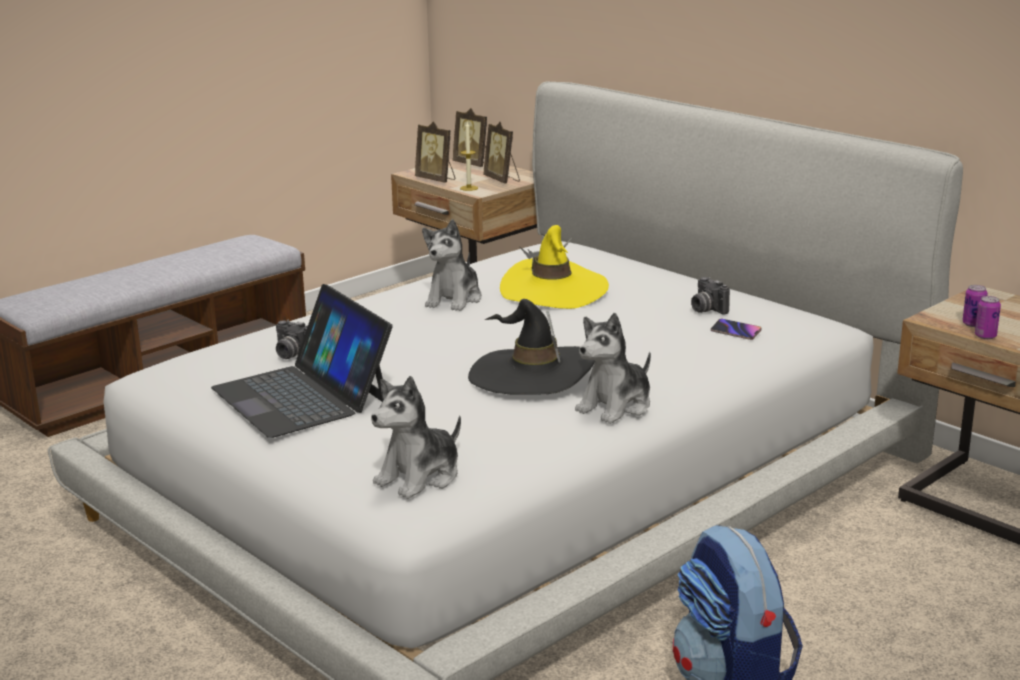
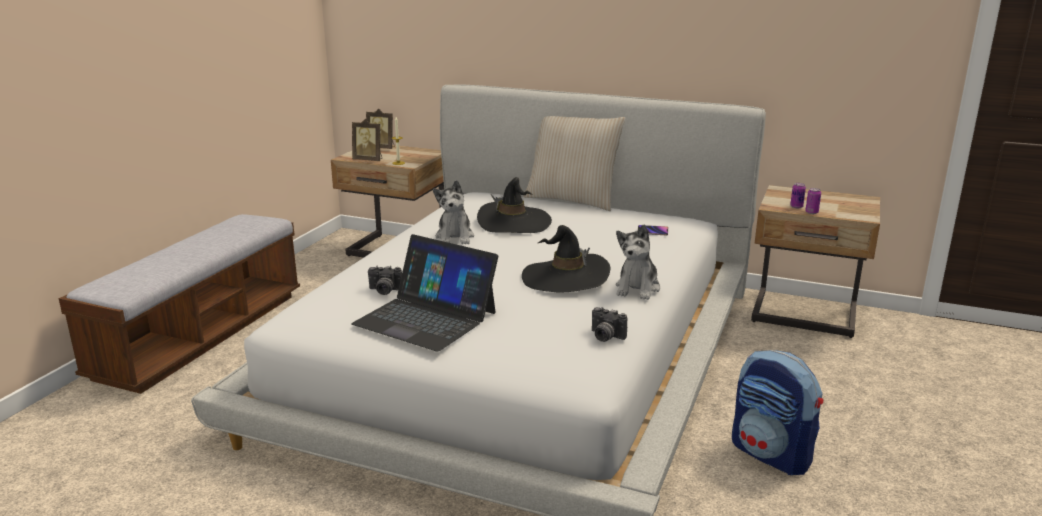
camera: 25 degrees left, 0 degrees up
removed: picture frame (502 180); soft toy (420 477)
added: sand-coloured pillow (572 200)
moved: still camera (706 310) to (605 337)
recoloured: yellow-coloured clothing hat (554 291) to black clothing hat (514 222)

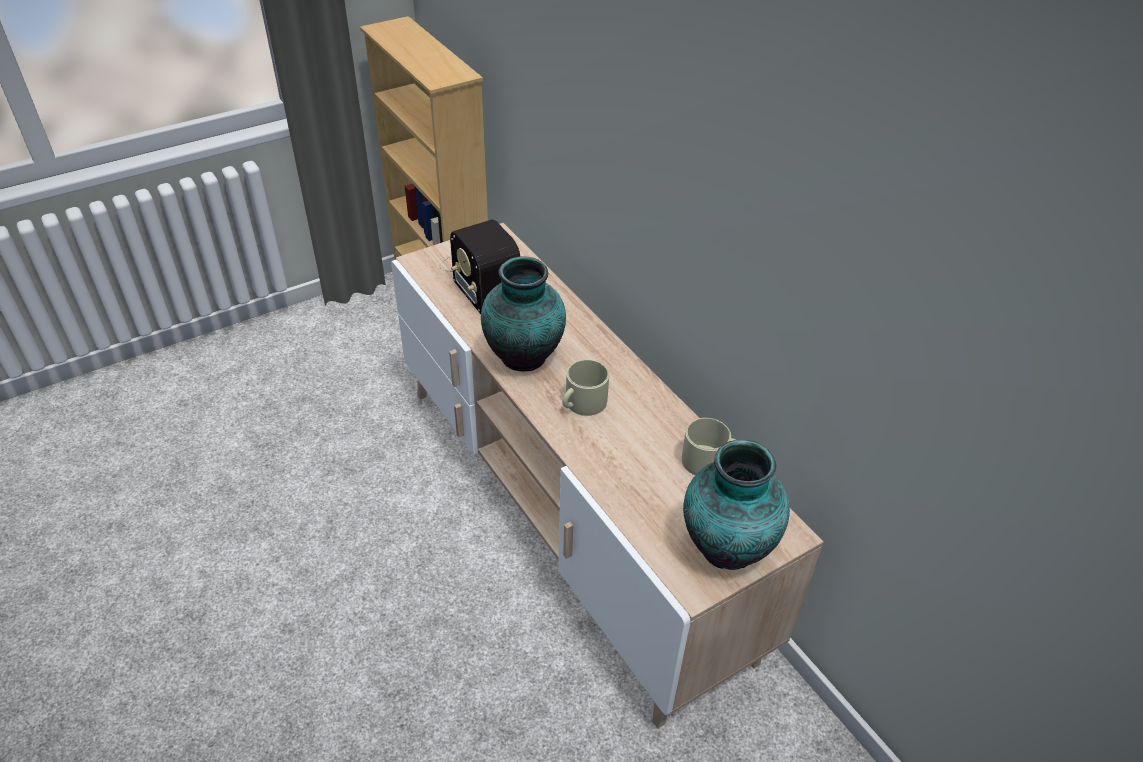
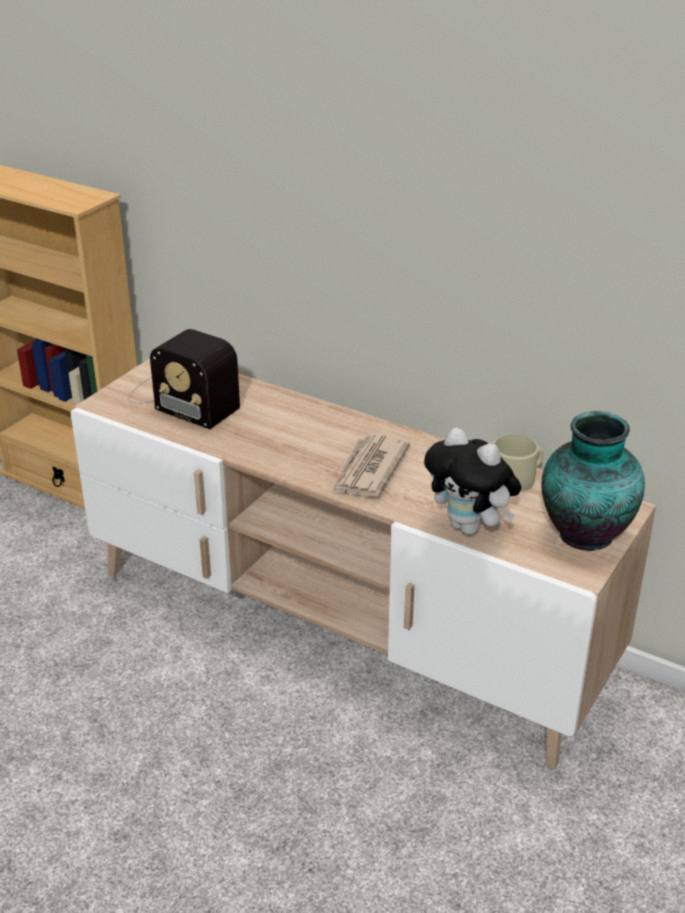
camera: 25 degrees left, 10 degrees down
removed: decorative vase (525 358)
added: soft toy (470 528)
replaced: sand-coloured coffee mug (582 403) to printed paper (368 470)

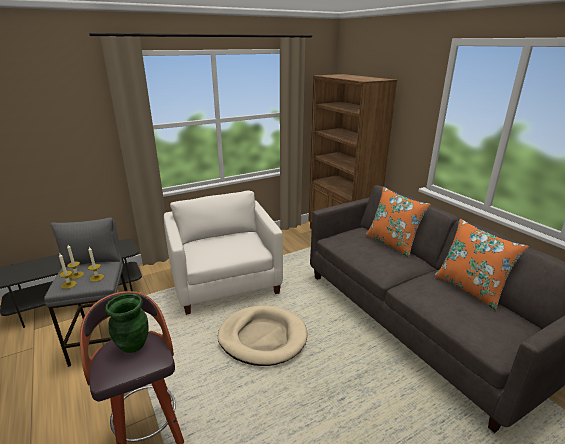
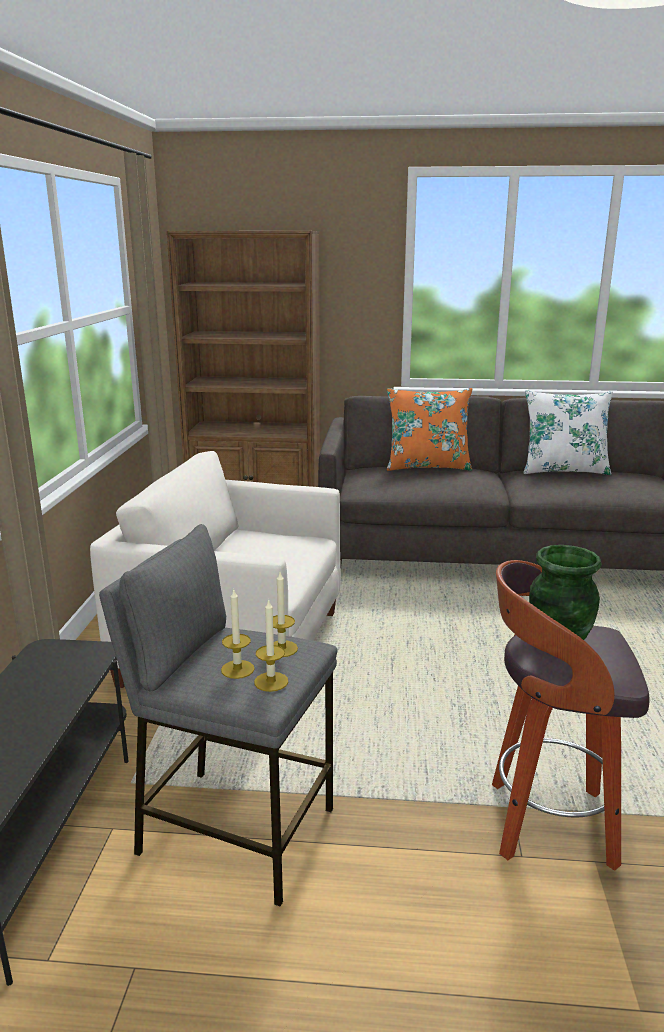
camera: 55 degrees left, 5 degrees down
removed: sand-coloured dog cushion (262 337)
recoloured: orange-coloured pillow (470 288) to white-coloured pillow (563 470)

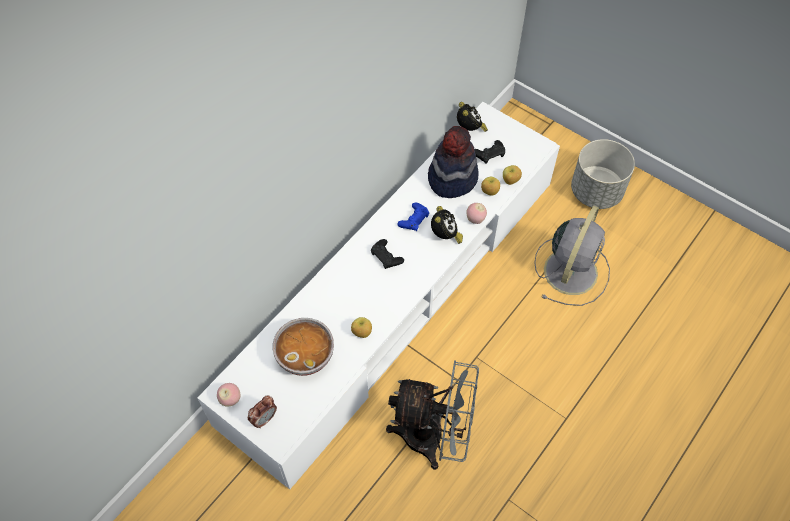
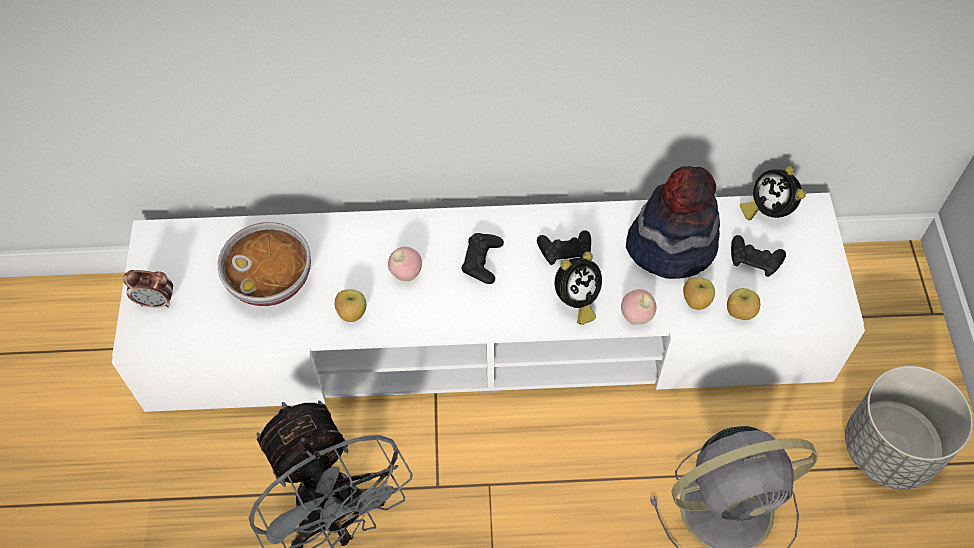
camera: 50 degrees right, 0 degrees up
moved: apple fruit (230 399) to (406 273)
recoloured: blue game controller (414 220) to black game controller (565 250)
turned: table clock (470 129) = (768 210) 120 degrees clockwise

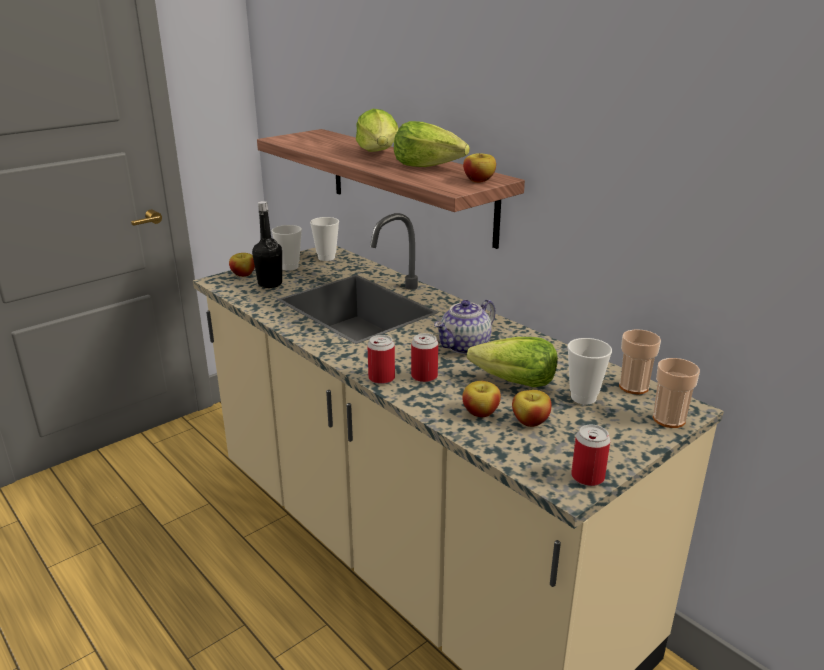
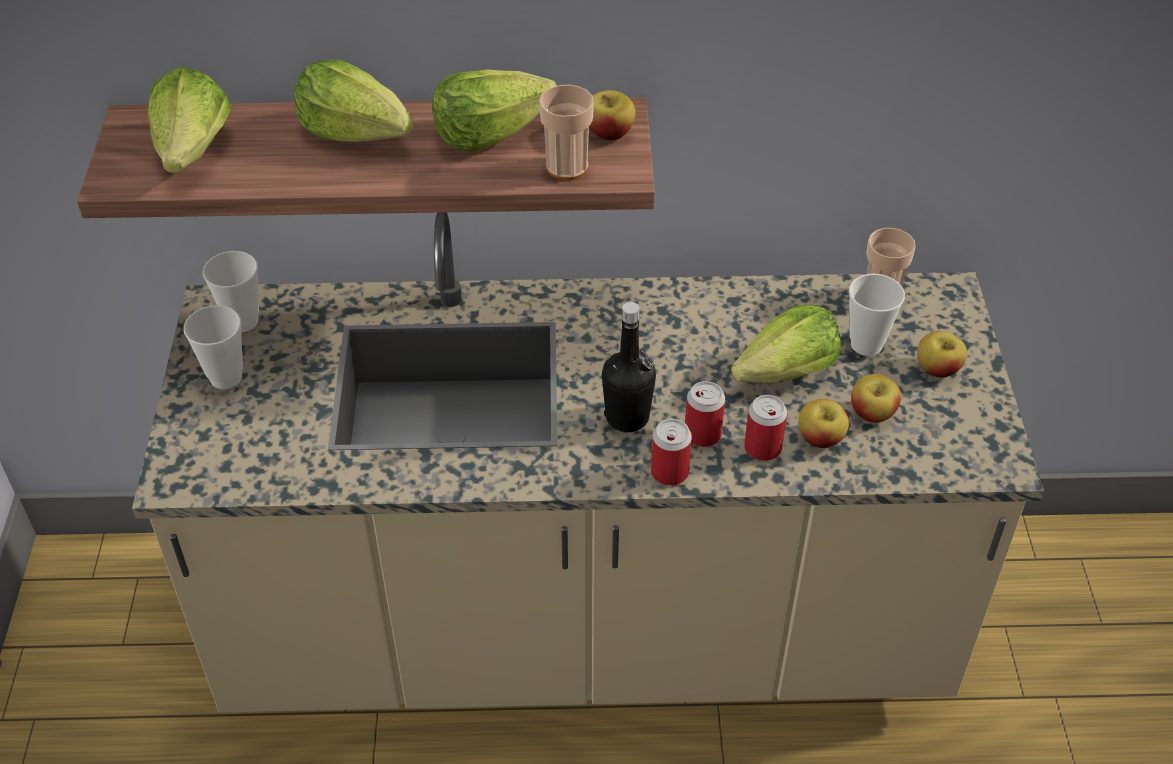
camera: 50 degrees left, 20 degrees up
removed: tea pot (465 346)
added: lettuce head (193 150)
moved: black bottle (270 284) to (627 417); apple fruit (243 274) to (937 369); cup (668 419) to (567 167); sealed can (587 477) to (762 448)

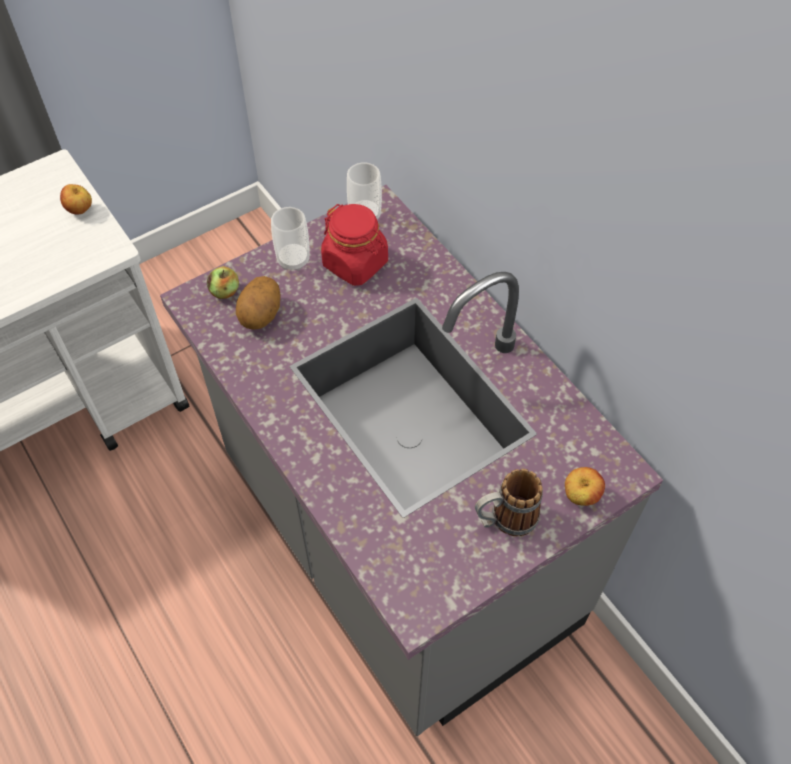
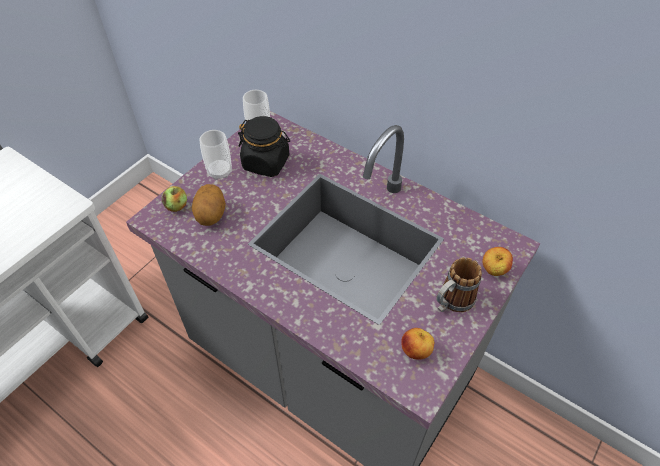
camera: 20 degrees left, 5 degrees down
moved: apple fruit (80 210) to (416 351)
recoloured: red-coloured storage jar (356 263) to black storage jar (266 163)

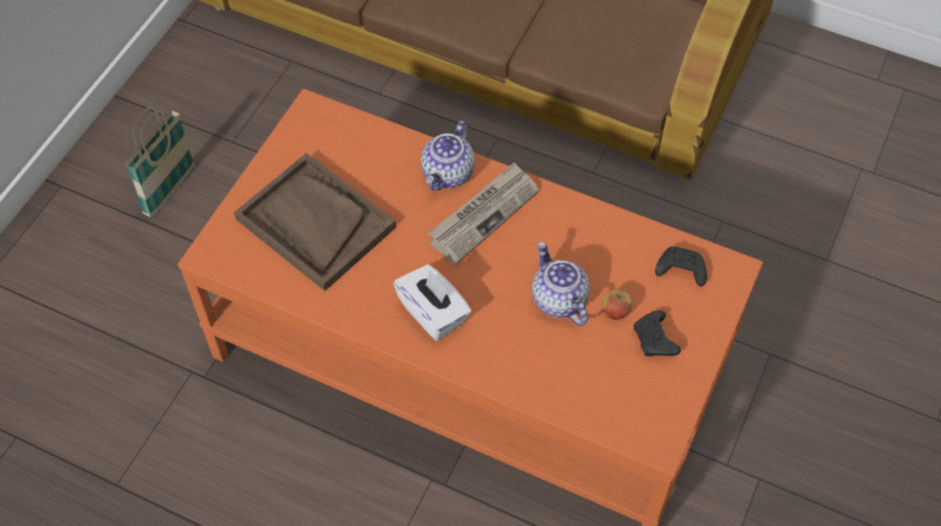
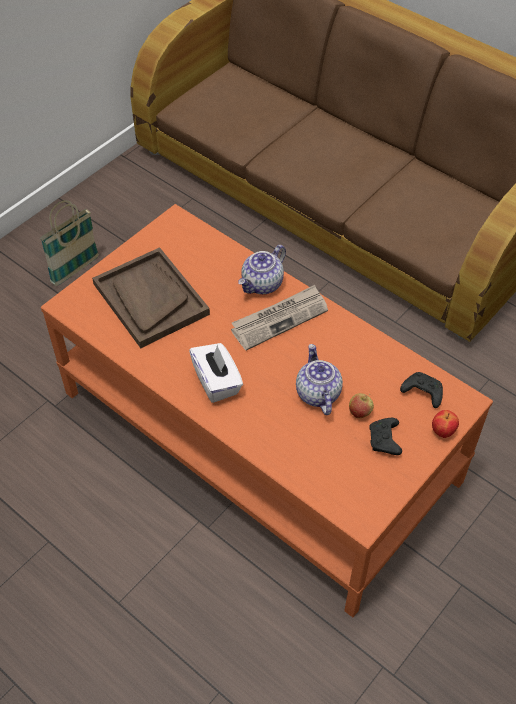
camera: 15 degrees right, 5 degrees down
added: apple fruit (442 432)

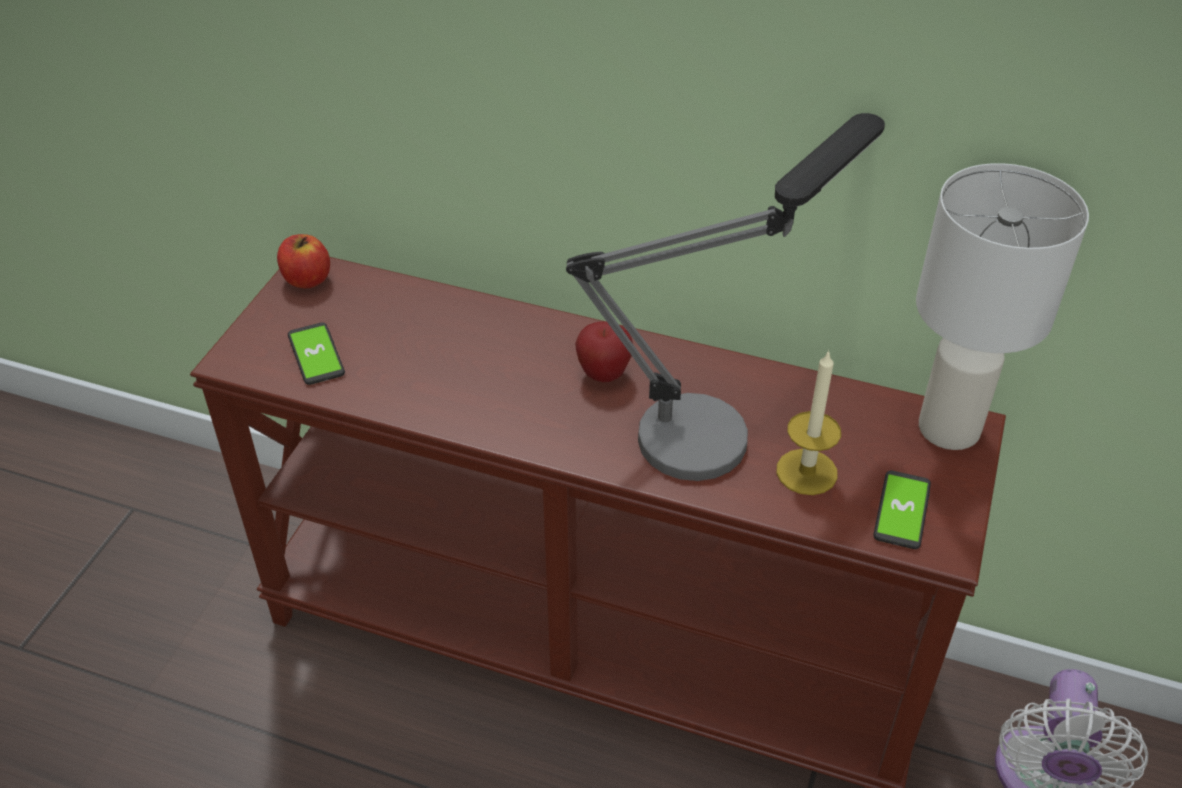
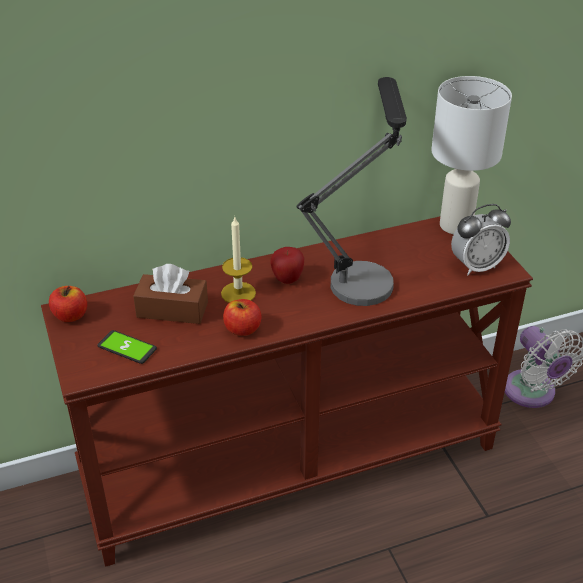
camera: 40 degrees left, 5 degrees down
added: brown-coloured box of tissues (172 309); apple fruit (242 329)
moved: wax candle (806 472) to (238 293)
replaced: handset (902 510) to table clock (476 266)

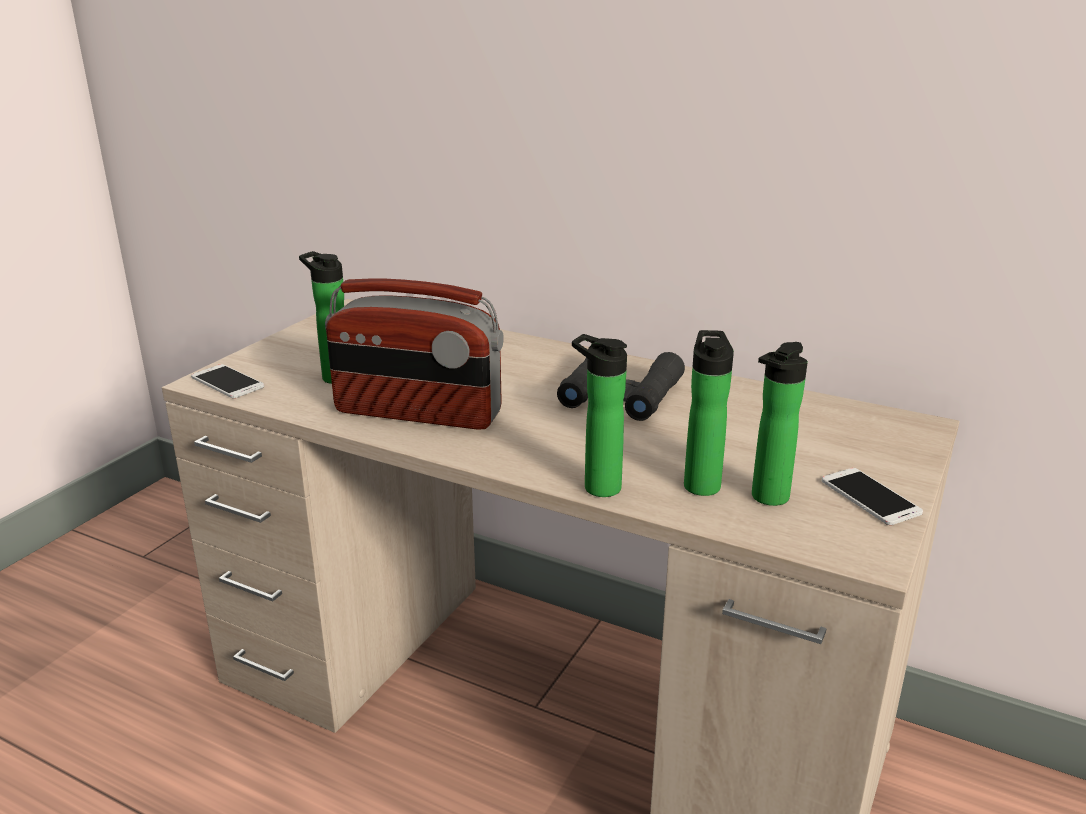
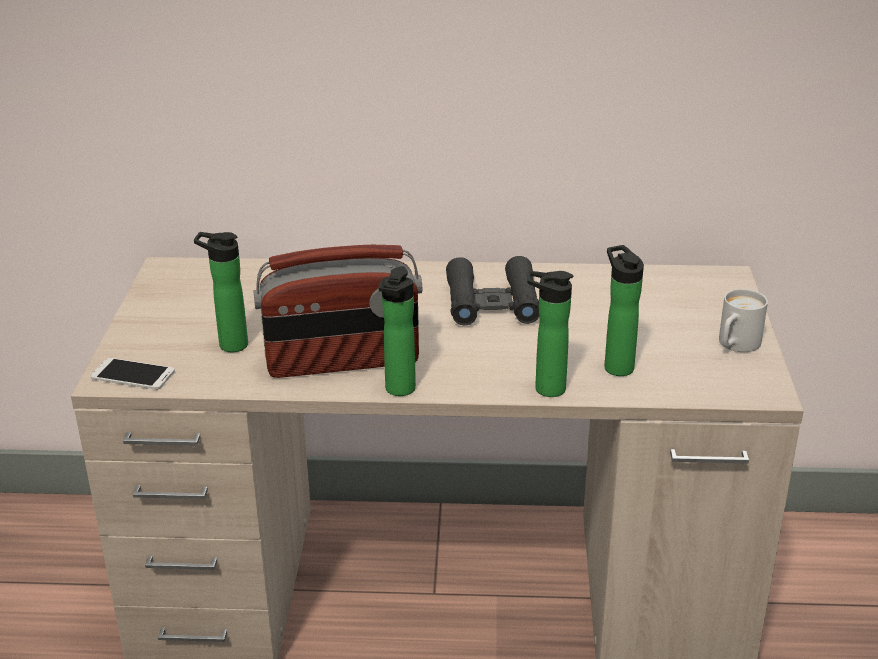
camera: 25 degrees left, 5 degrees up
moved: bottle (766 499) to (398 391)
replaced: handset (870 497) to white-coloured coffee mug (735 345)

